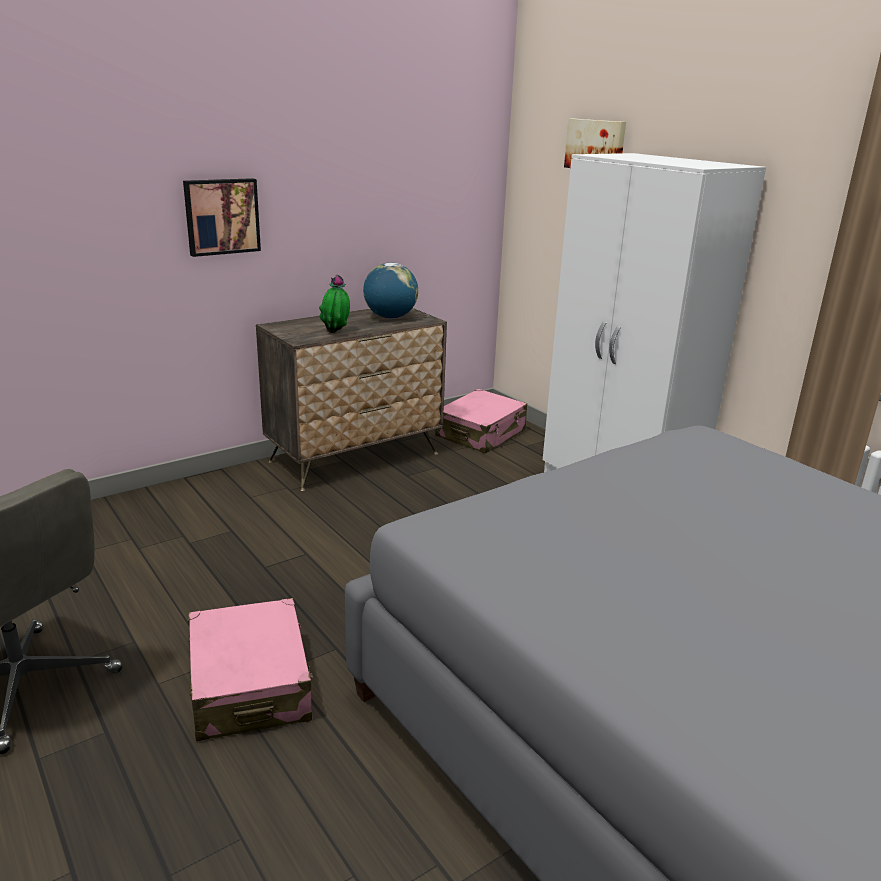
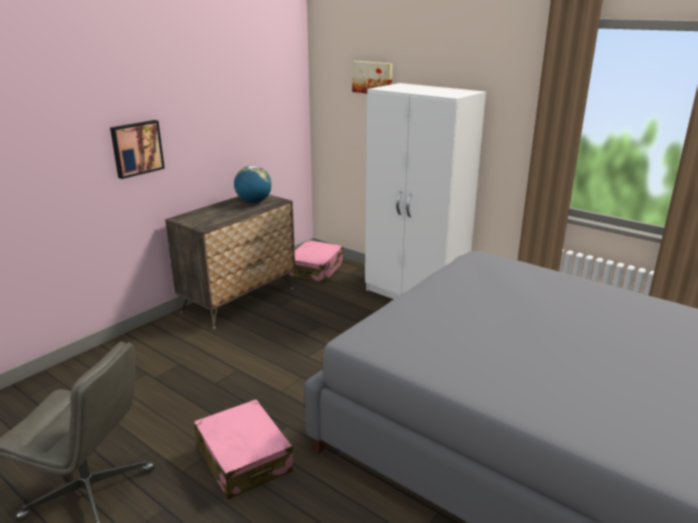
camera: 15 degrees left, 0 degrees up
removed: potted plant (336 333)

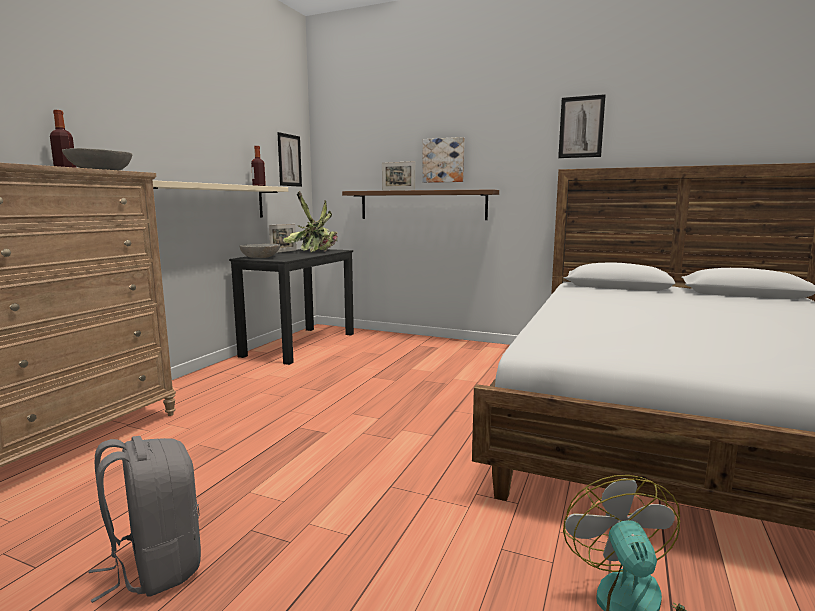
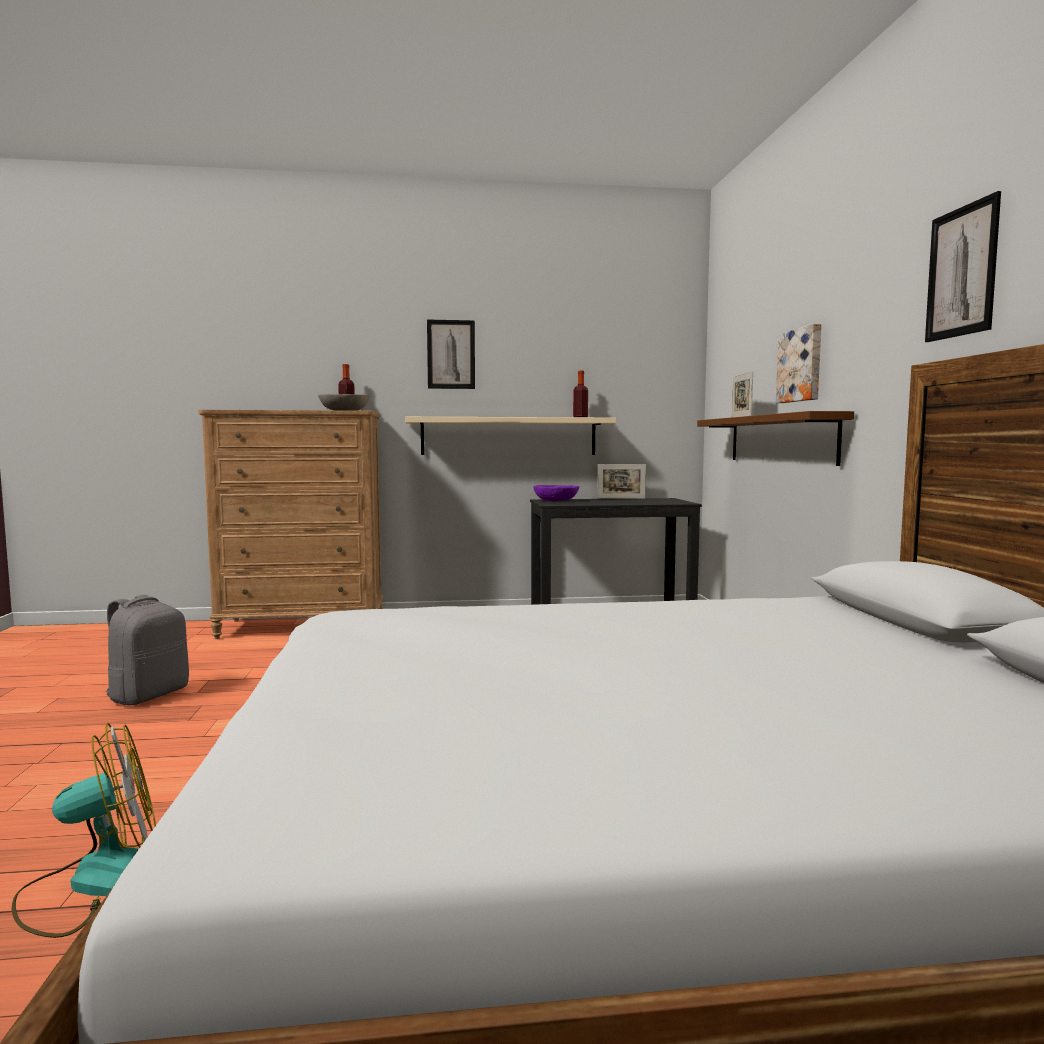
camera: 60 degrees right, 5 degrees down
removed: potted plant (315 251)
moved: wall picture (289 160) to (451 354)
recoloured: gray serving bowl (261 257) to purplish serving bowl (556 501)

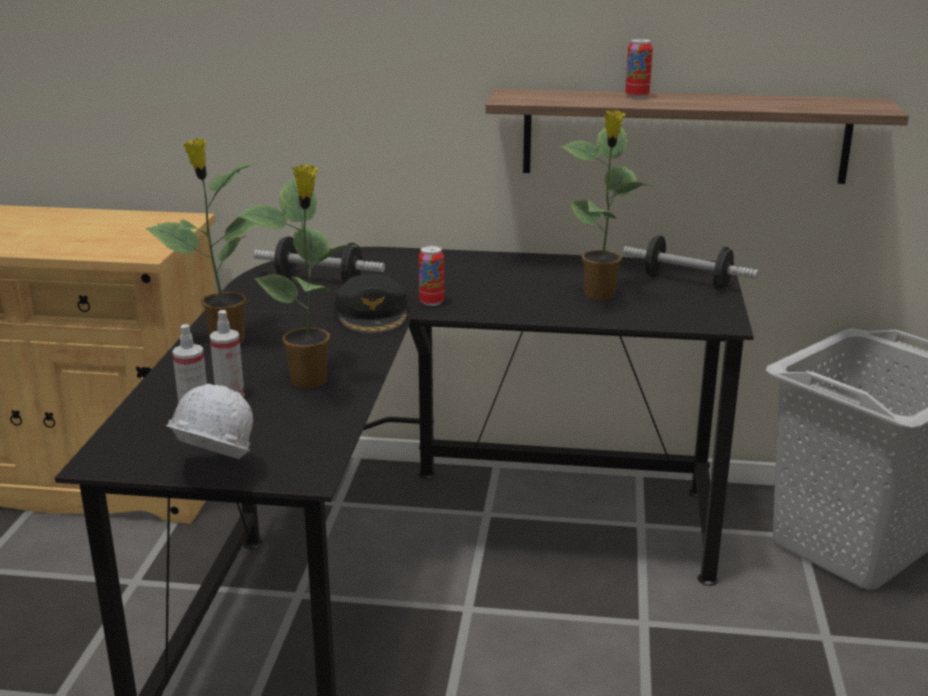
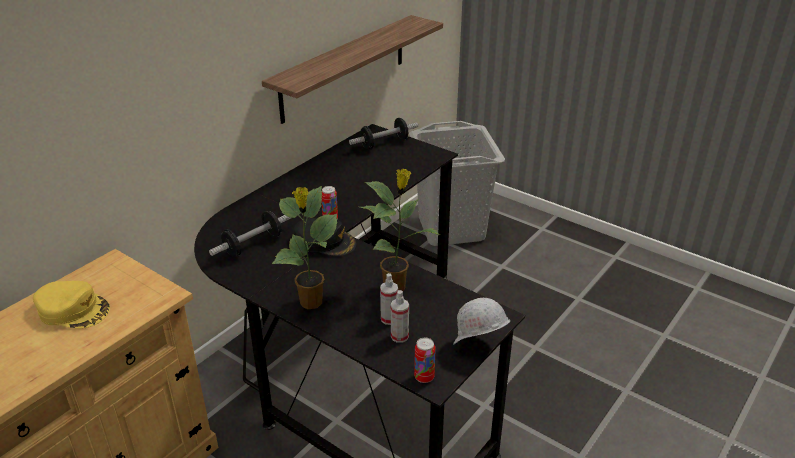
camera: 60 degrees left, 10 degrees up
removed: potted plant (600 295)
added: yellow-coloured peaked cap (73 310)
moved: sealed can (637 96) to (424 377)

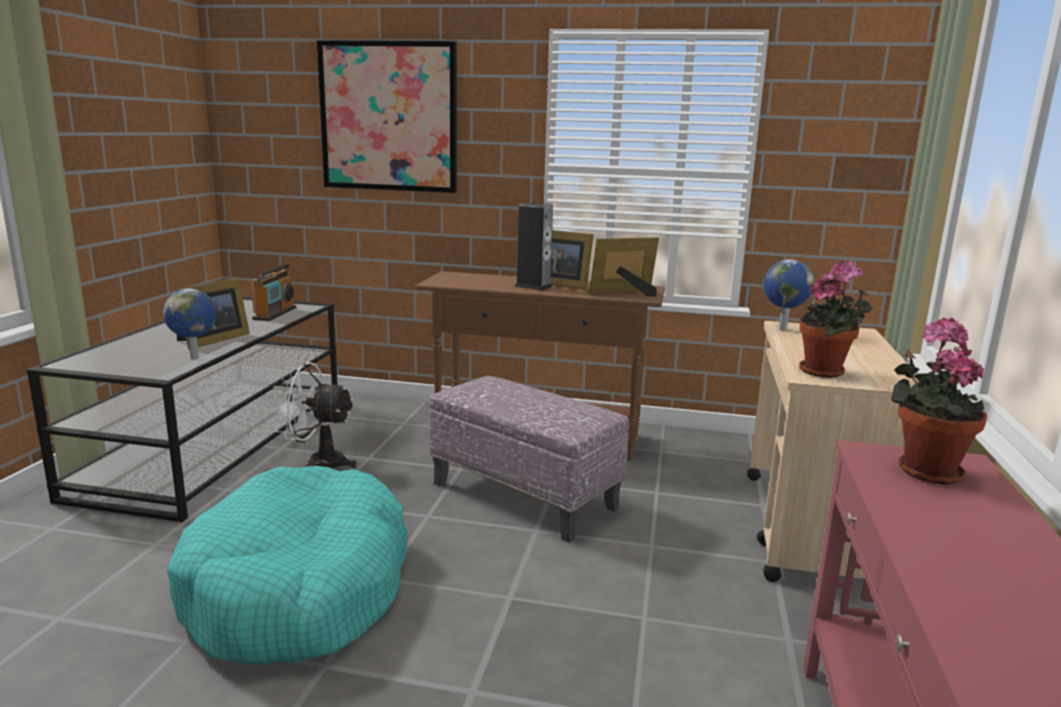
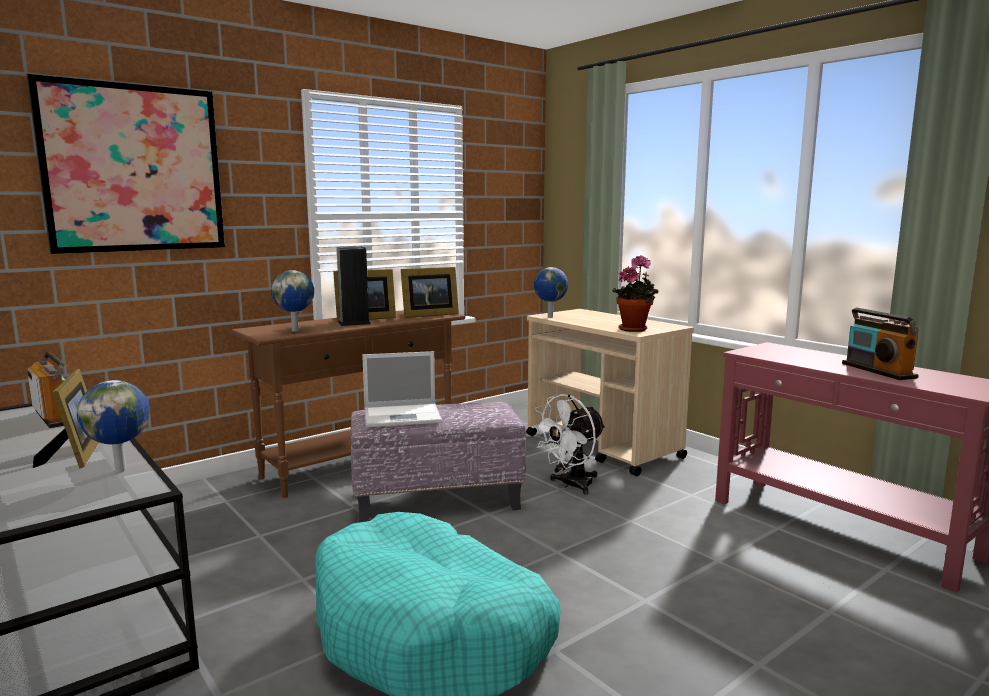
camera: 50 degrees left, 5 degrees down
removed: potted plant (924 470)
added: desk globe (296 330); radio (878 370); laptop (403 416)
moved: white-coloured electric fan (317 463) to (571 485)
turned: picture frame (626 293) = (427 315) 135 degrees counterclockwise

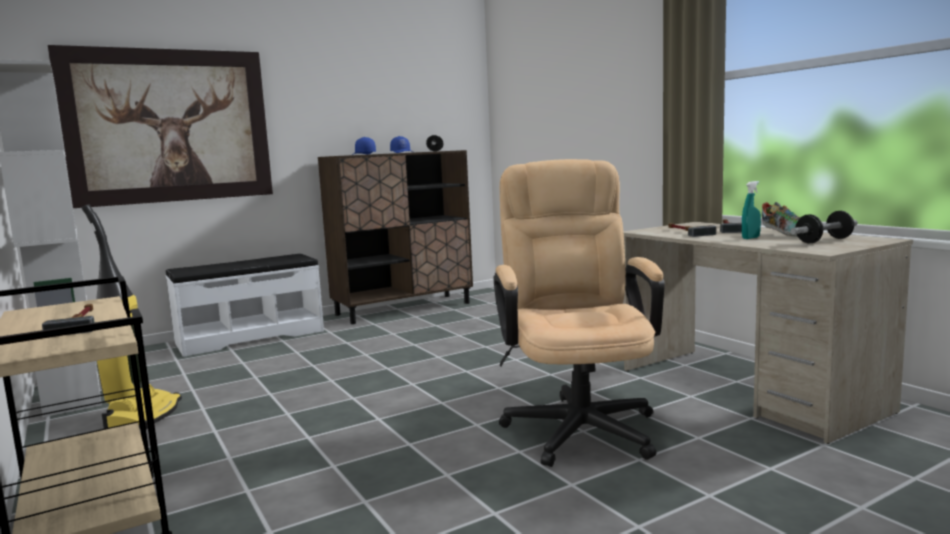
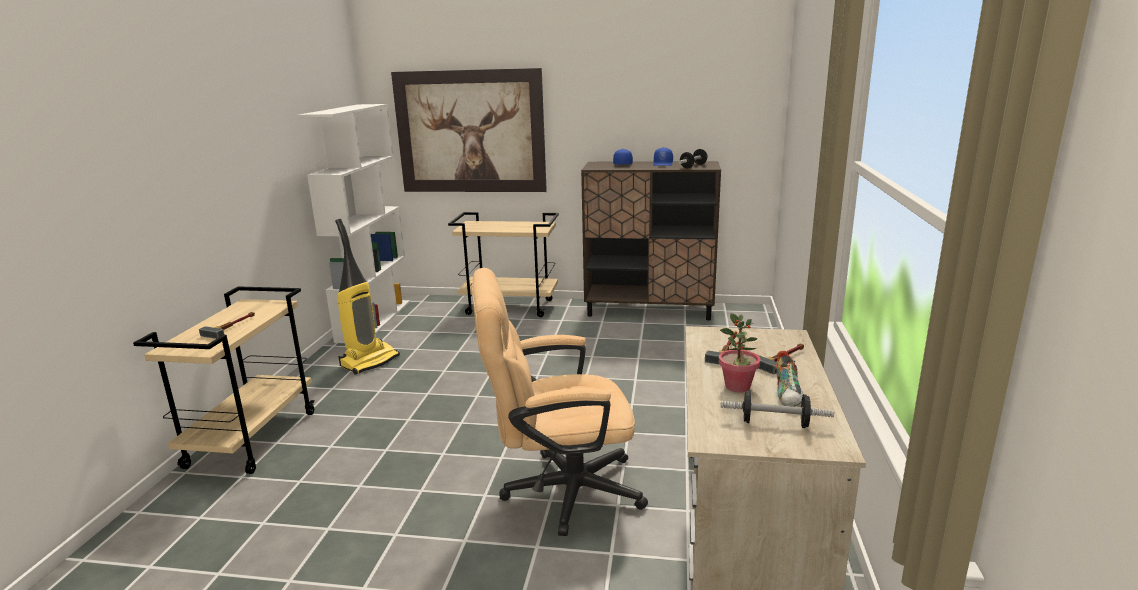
camera: 40 degrees right, 10 degrees up
replaced: turquoise hand sprayer (750 238) to potted plant (737 387); white-coloured indoor bench (250 336) to sand-coloured cart (511 307)
turned: sand-coloured desk chair (578 423) = (559 491) 135 degrees counterclockwise

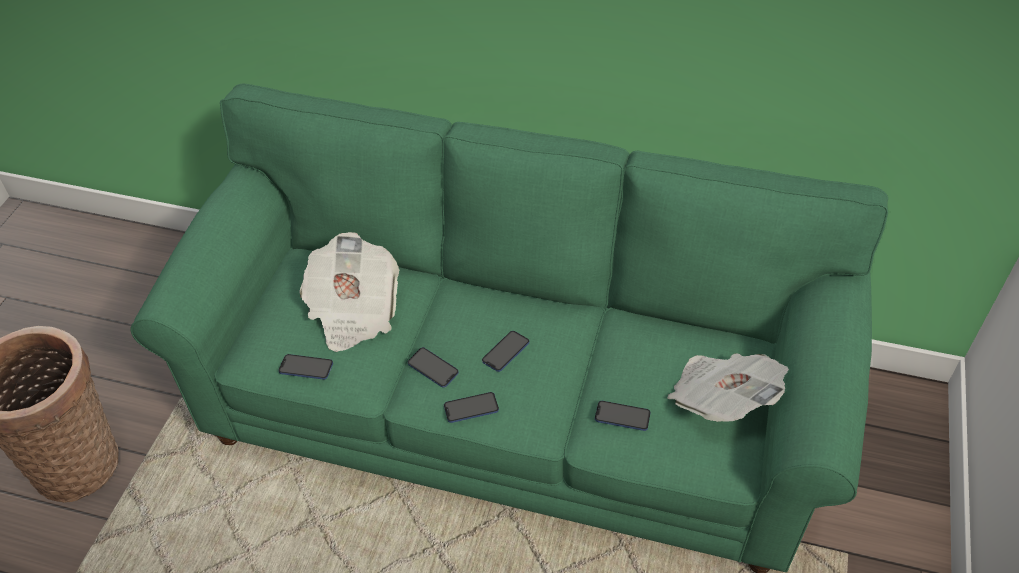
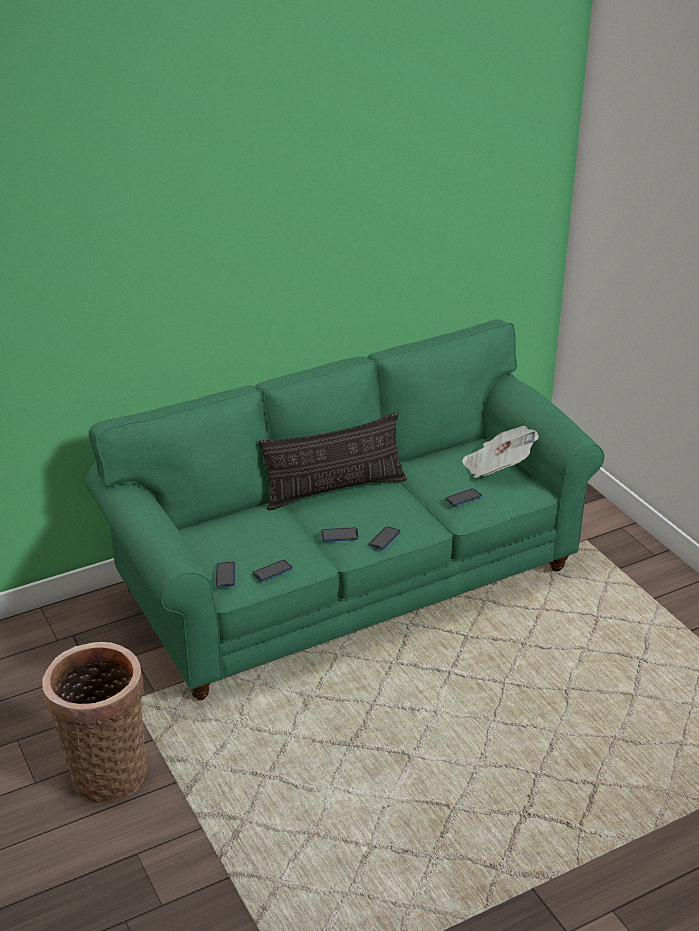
camera: 45 degrees left, 15 degrees down
removed: printed paper (353 311)
added: pillow (334 490)
moved: handset (505 352) to (225 575)

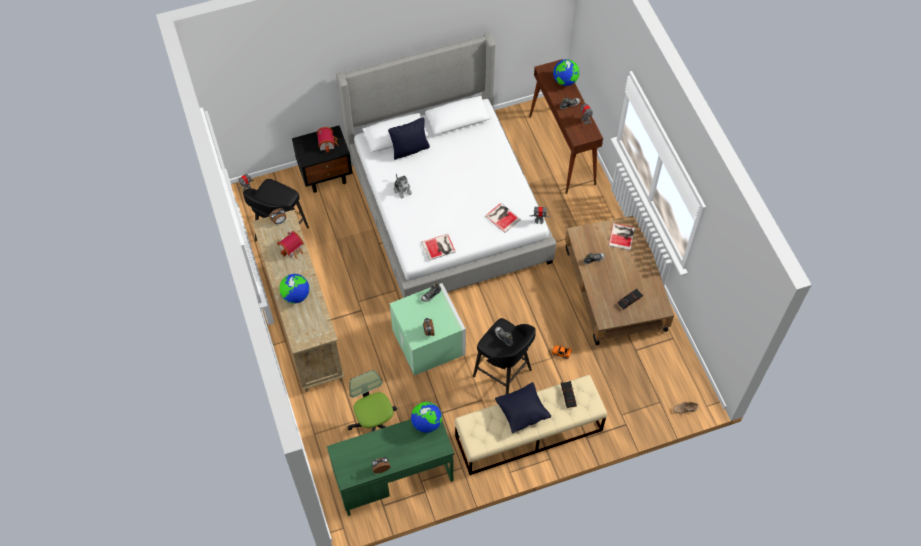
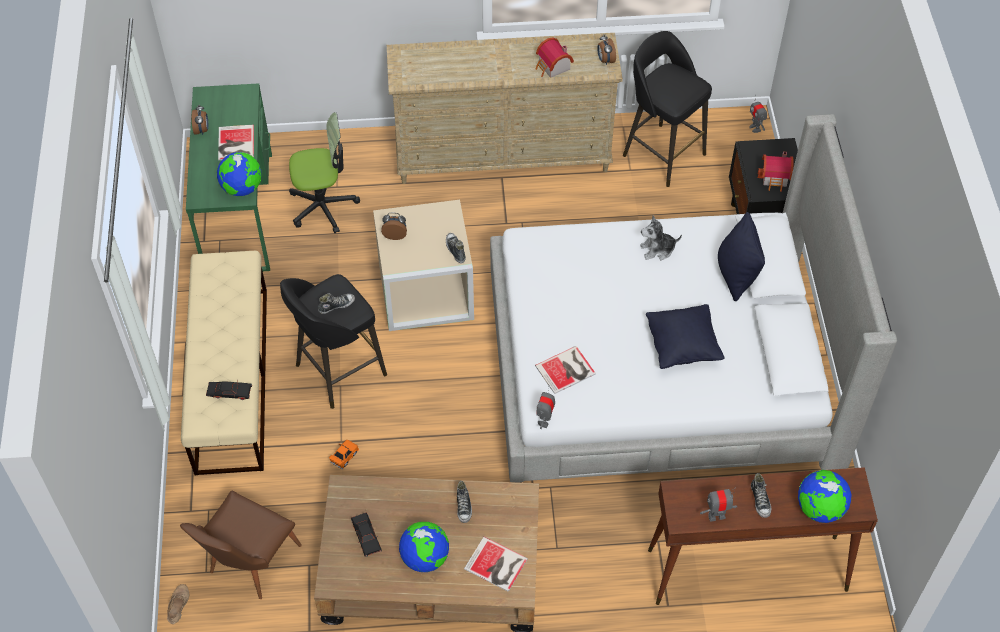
camera: 105 degrees right, 5 degrees down
added: brown-coloured chair (248 565)
moved: bound book (439 247) to (235 144); desk globe (296 295) to (425 558); black pillow (522 412) to (682 346)
recoloured: green-coloured storage bin (429 342) to sand-coloured storage bin (424 292)

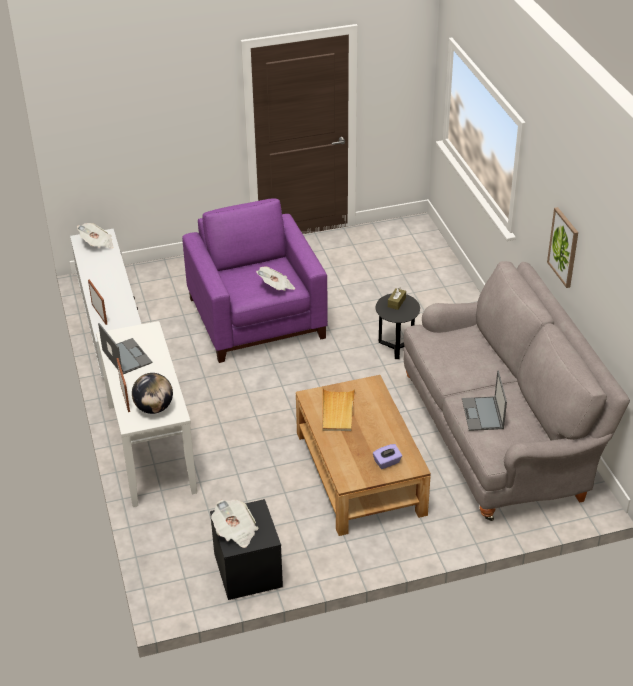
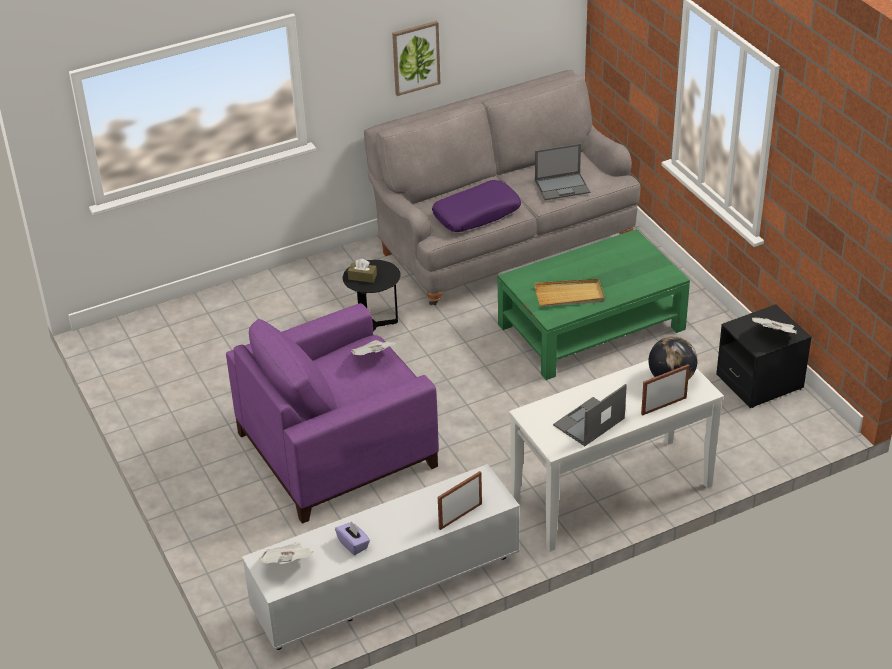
camera: 100 degrees left, 0 degrees up
added: purplish pillow (476 214)
moved: purplish box of tissues (387 462) to (353 544)
recoloured: brown-coloured lounge table (360 473) to green-coloured lounge table (592 326)

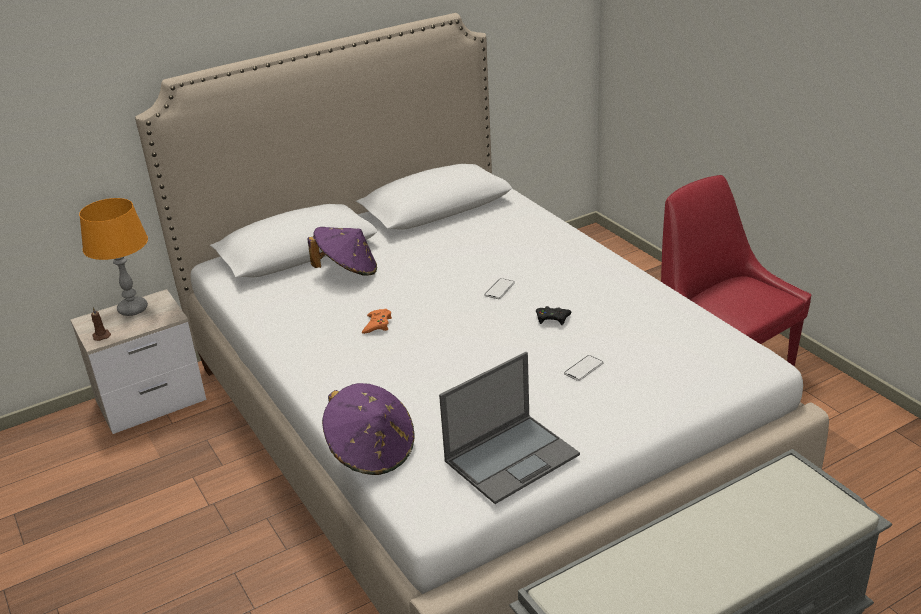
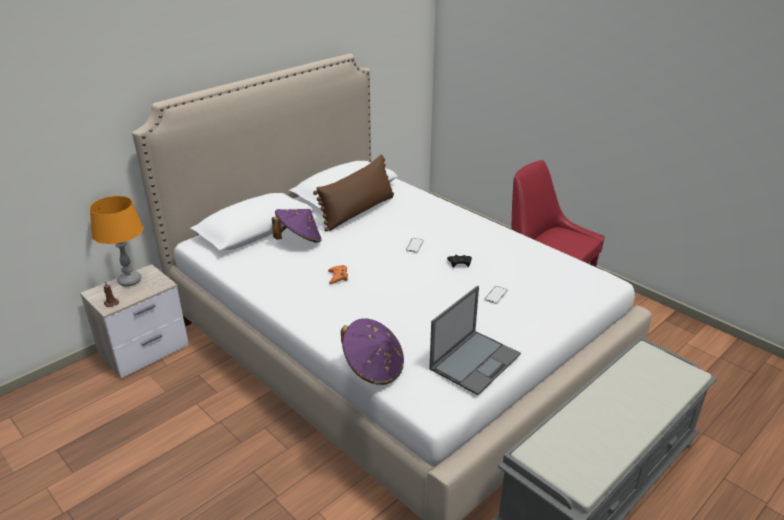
camera: 15 degrees left, 0 degrees up
added: brown-coloured pillow (358 212)

